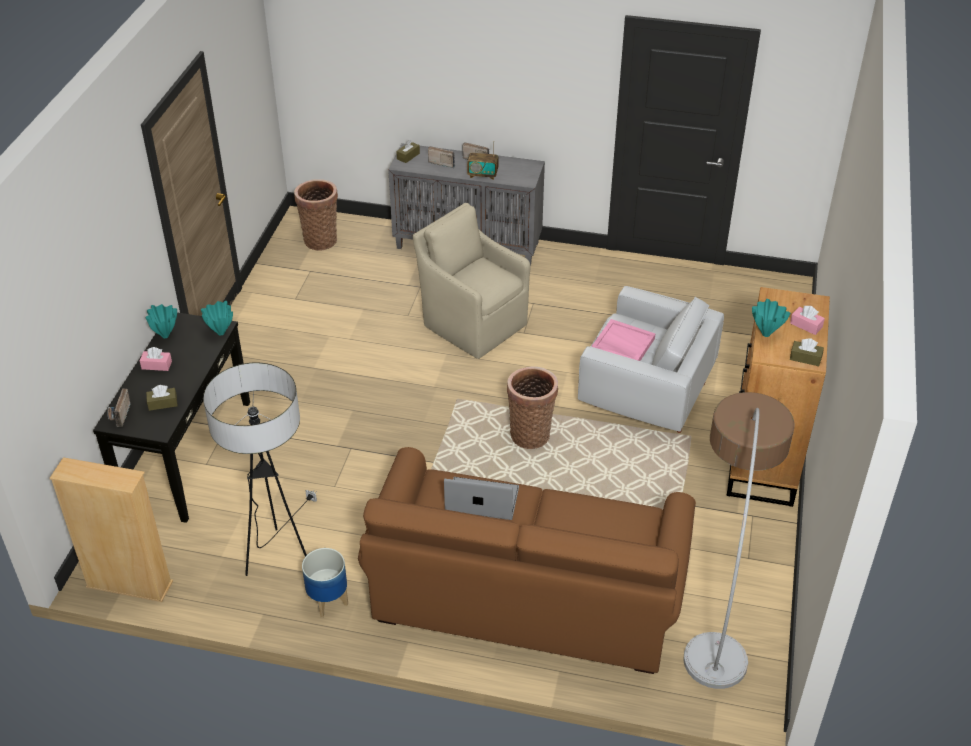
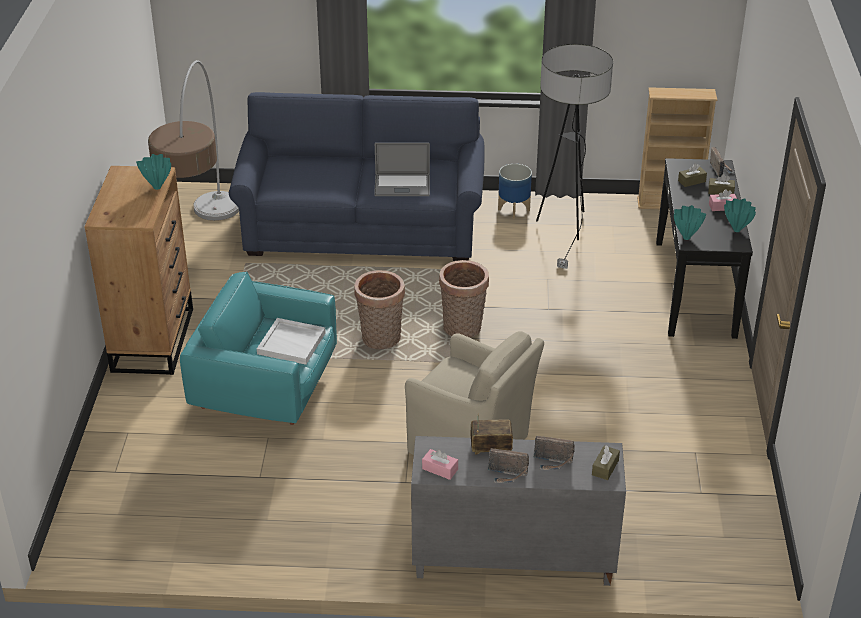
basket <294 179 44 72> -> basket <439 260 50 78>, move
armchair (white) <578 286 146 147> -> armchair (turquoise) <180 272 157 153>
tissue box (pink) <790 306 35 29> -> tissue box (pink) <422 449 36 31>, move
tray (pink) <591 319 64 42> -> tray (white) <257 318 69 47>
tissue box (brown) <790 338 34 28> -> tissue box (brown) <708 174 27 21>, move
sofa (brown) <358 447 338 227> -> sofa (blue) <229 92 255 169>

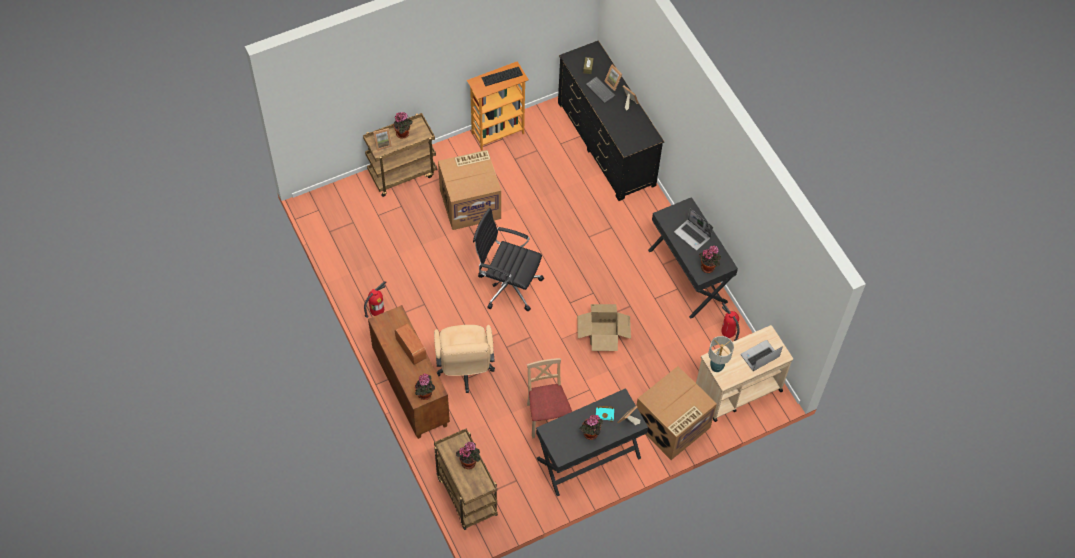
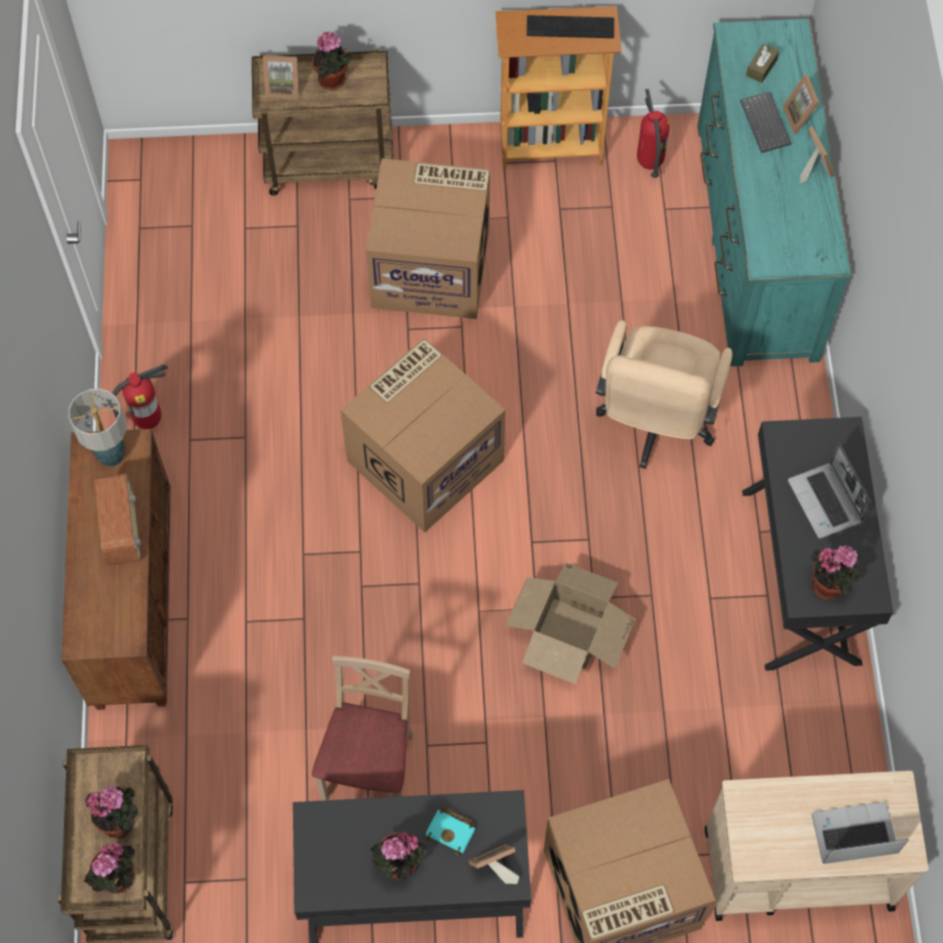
dresser (black) <558 40 106 161> -> dresser (turquoise) <697 19 155 347>
office chair (black) <473 208 71 103> -> cardboard box <340 338 166 194>
fire extinguisher <721 302 19 39> -> fire extinguisher <637 89 33 89>, move
office chair (beige) <434 325 61 68> -> office chair (beige) <596 320 137 149>, move
table lamp <708 336 26 36> -> table lamp <68 388 58 79>, move
potted plant <415 373 20 27> -> potted plant <84 843 51 51>, move

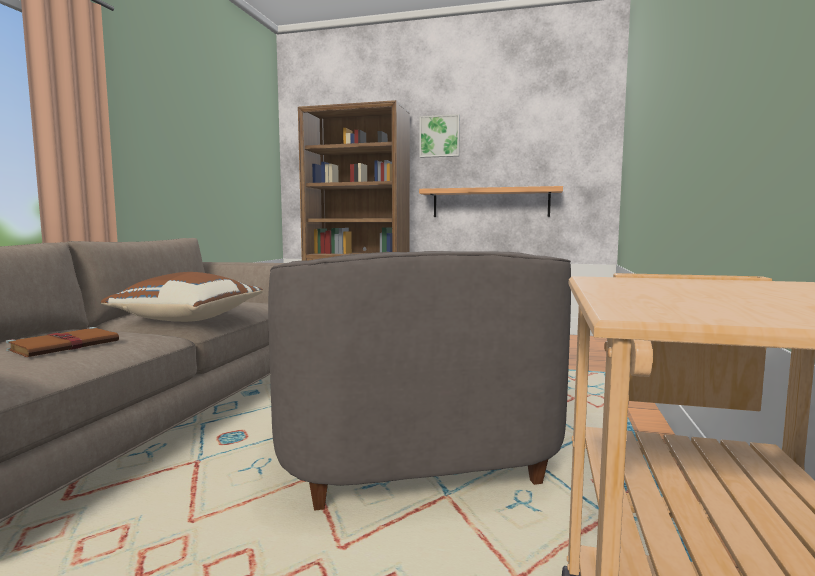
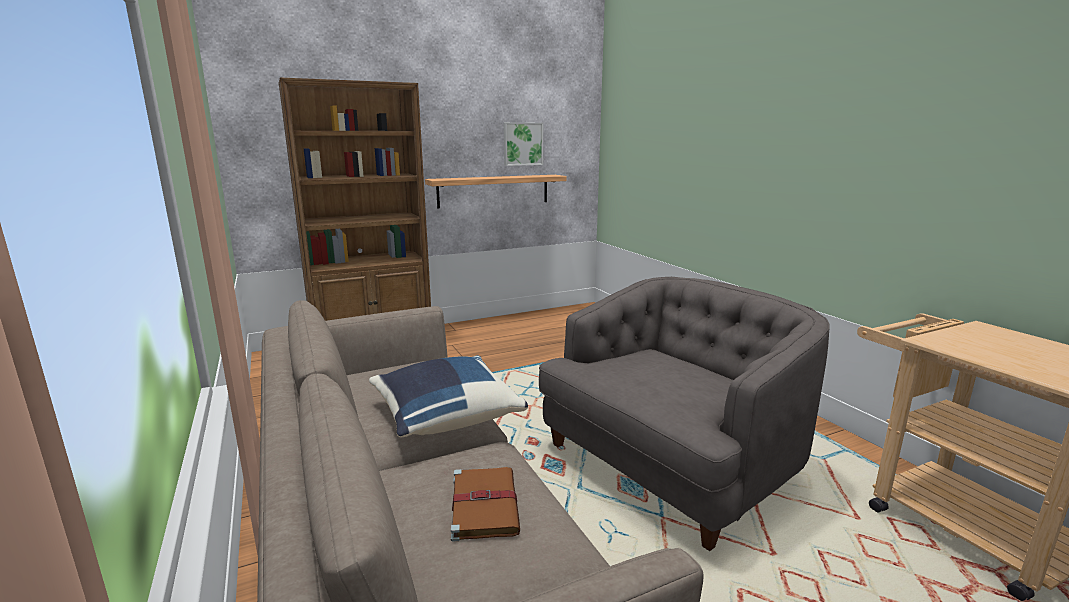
picture <419 114 41 44> -> picture <504 122 39 44>, move
armchair (grey) <268 251 303 260> -> armchair (grey) <539 277 291 274>, 75 degrees counterclockwise
pillow (brown) <101 272 162 50> -> pillow (blue) <369 355 159 82>

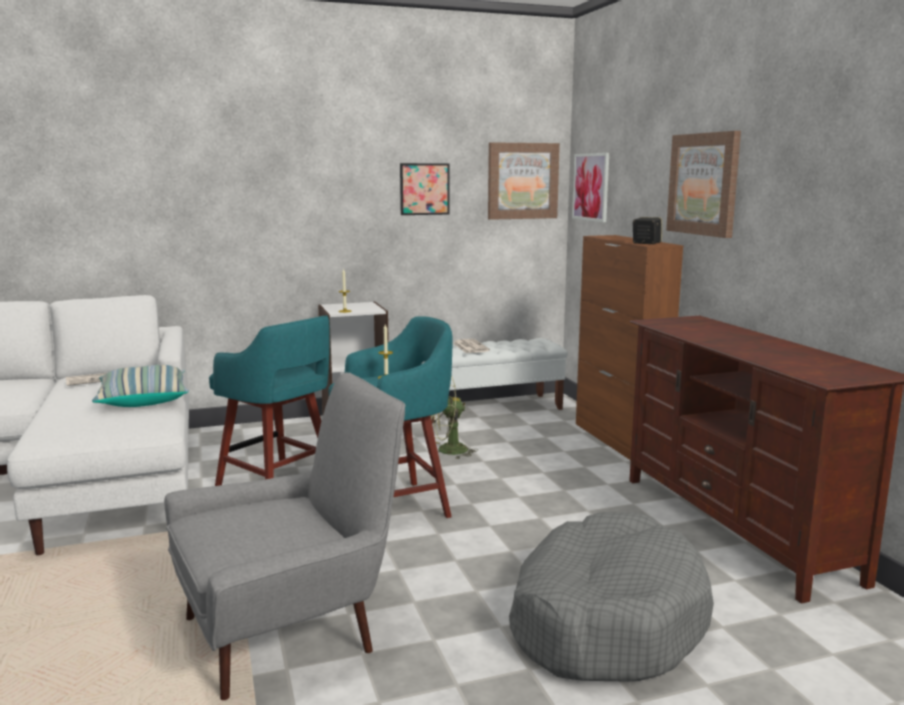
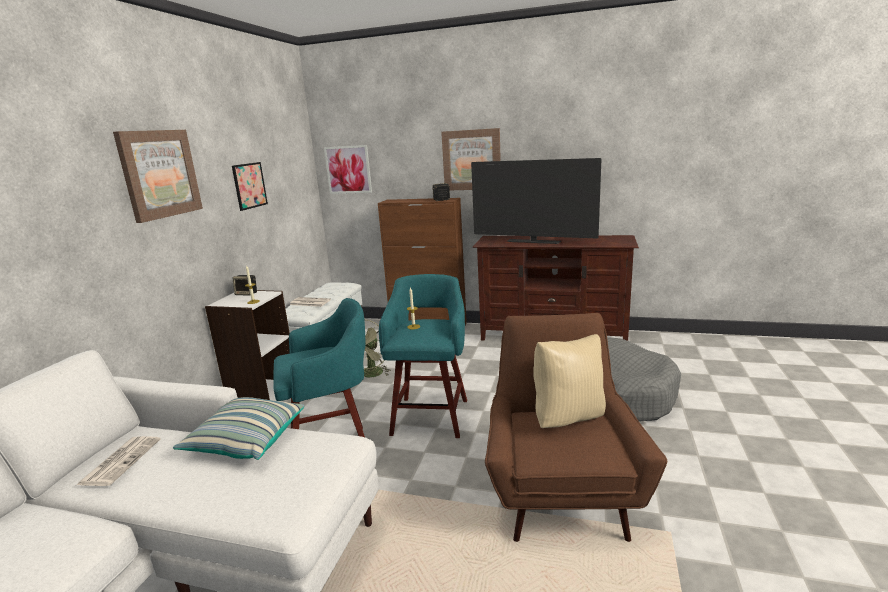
picture <488 142 72 78> -> picture <113 130 90 93>, move
armchair (grey) <164 372 242 328> -> armchair (brown) <485 313 182 229>
none -> television <471 158 130 86>
none -> speaker <233 275 24 21>
none -> pillow (beige) <533 334 73 94>

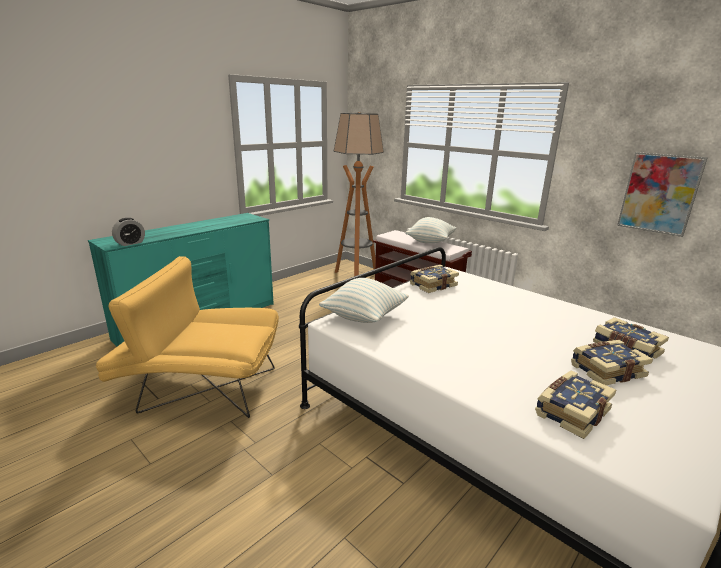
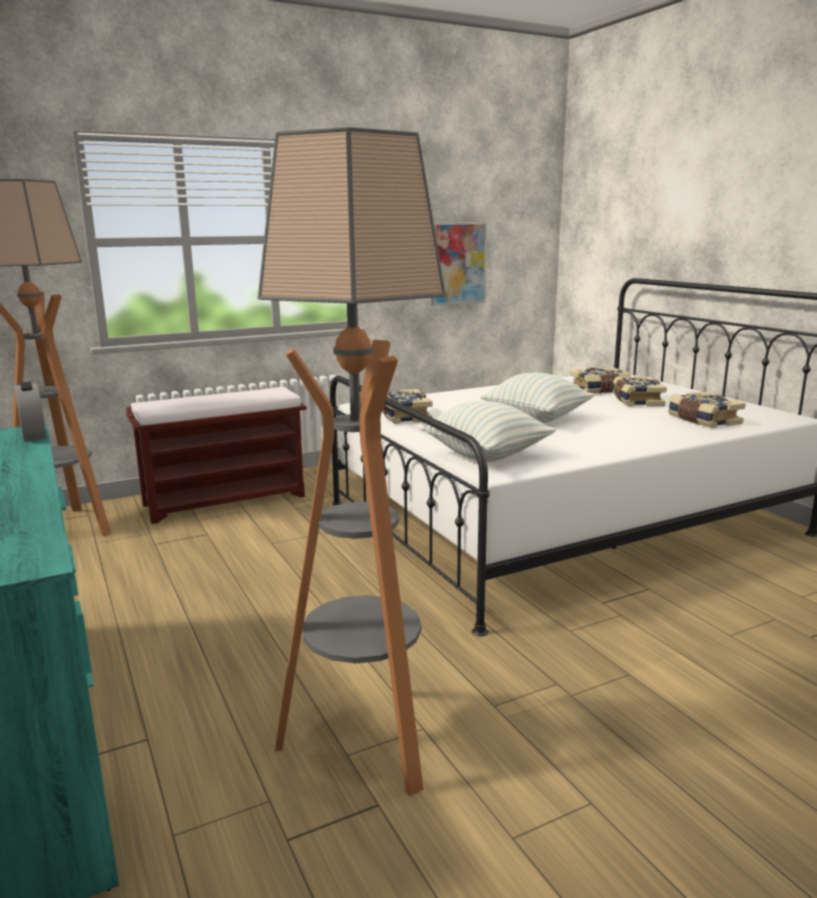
pillow <405 217 52 26> -> pillow <480 373 114 50>, move
alarm clock <112 218 33 28> -> alarm clock <14 382 33 59>, move
armchair (yellow) <96 256 183 162> -> floor lamp <257 127 189 669>

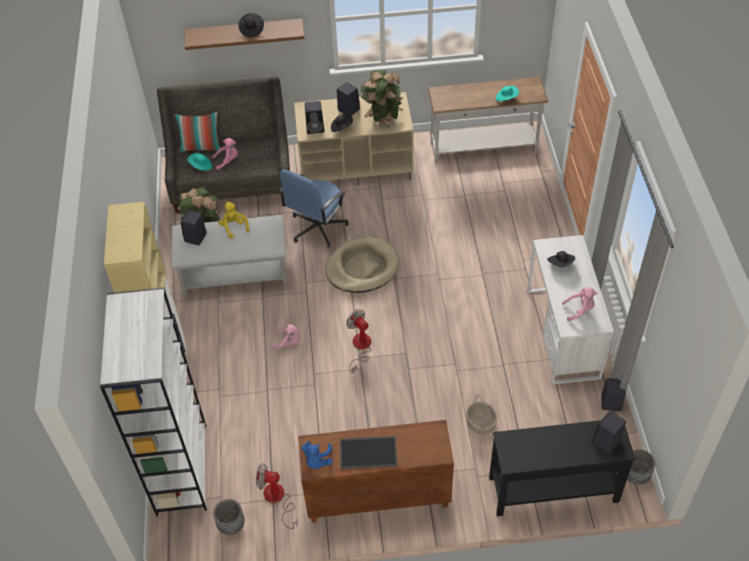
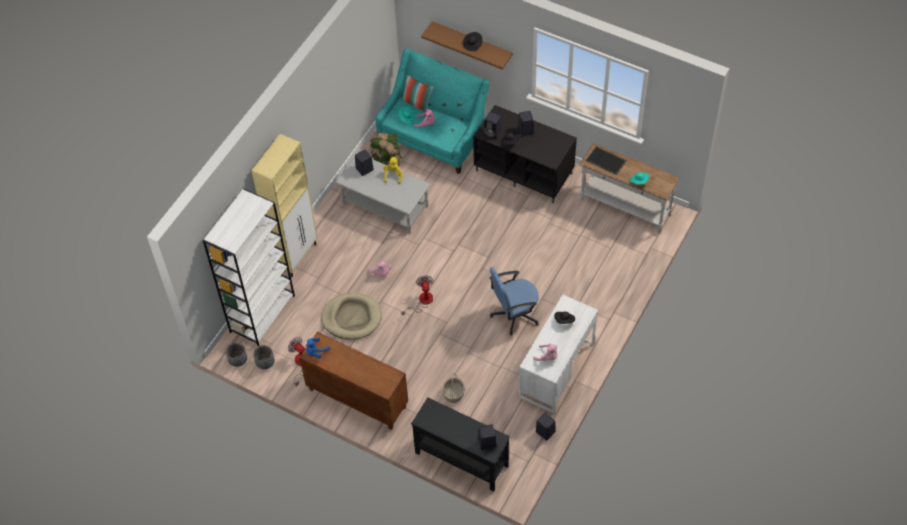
potted plant <361 70 42 58> -> none
sofa (grey) <157 76 133 137> -> sofa (turquoise) <376 48 114 126>
tv stand (beige) <294 92 119 93> -> tv stand (black) <473 105 104 98>
office chair (blue) <279 169 70 79> -> office chair (blue) <489 267 50 69>, move
dog bed (beige) <325 237 74 56> -> dog bed (beige) <321 293 61 47>, move
tray <340 436 58 33> -> tray <586 146 41 29>, move
planter (grey) <627 449 28 36> -> planter (grey) <226 342 21 25>, move

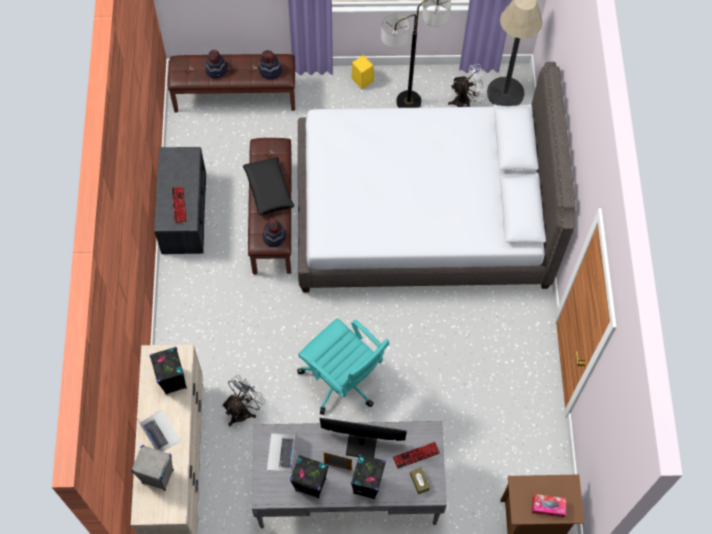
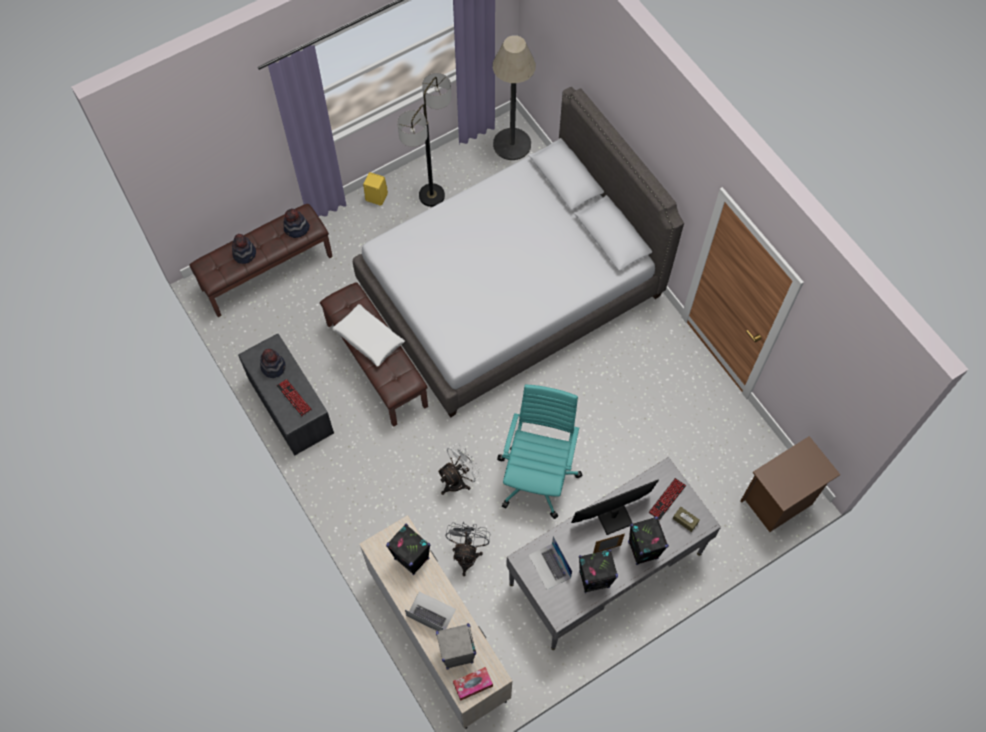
fan (white) <448 64 38 43> -> fan (white) <437 443 45 52>, move
pillow (black) <243 157 51 58> -> pillow (white) <332 304 73 63>
hat <263 219 23 28> -> hat <260 349 26 29>, move
office chair (turquoise) <297 319 92 96> -> office chair (turquoise) <497 384 86 135>, 90 degrees counterclockwise
tissue box <532 494 35 24> -> tissue box <453 667 40 34>, move

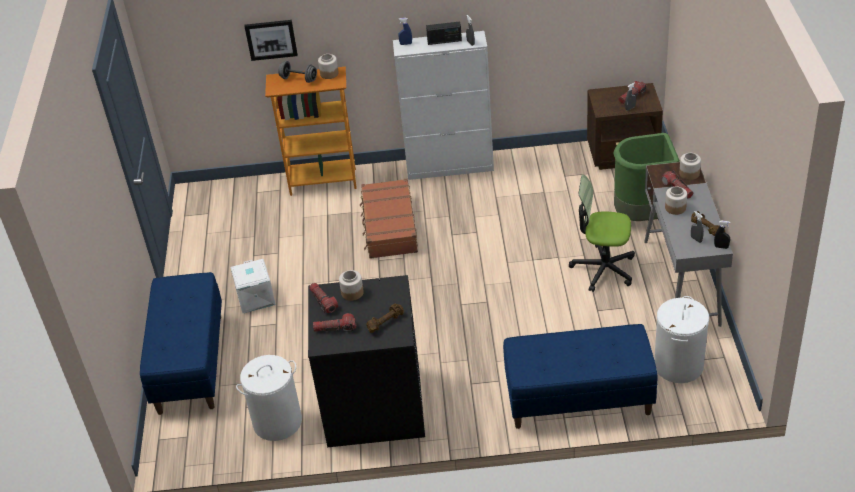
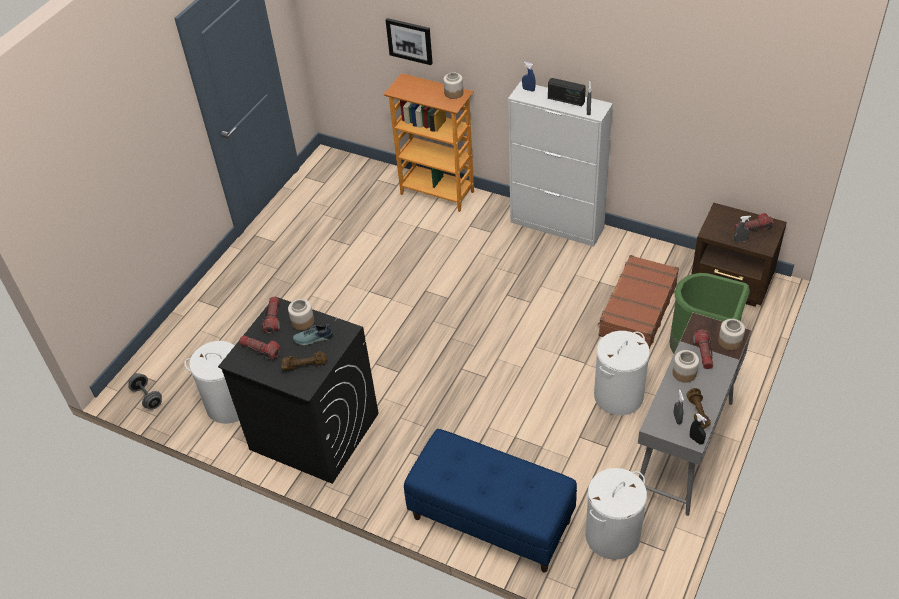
dumbbell (grey) <278 61 39 22> -> dumbbell (grey) <128 373 34 37>, move
office chair <569 175 66 117> -> laundry basket (white) <594 331 56 84>
suitcase (brown) <360 179 58 80> -> suitcase (brown) <597 255 82 94>, move
storage box (white) <230 259 46 54> -> none
bench (blue) <140 272 82 143> -> none
none -> shoe <293 324 40 21>

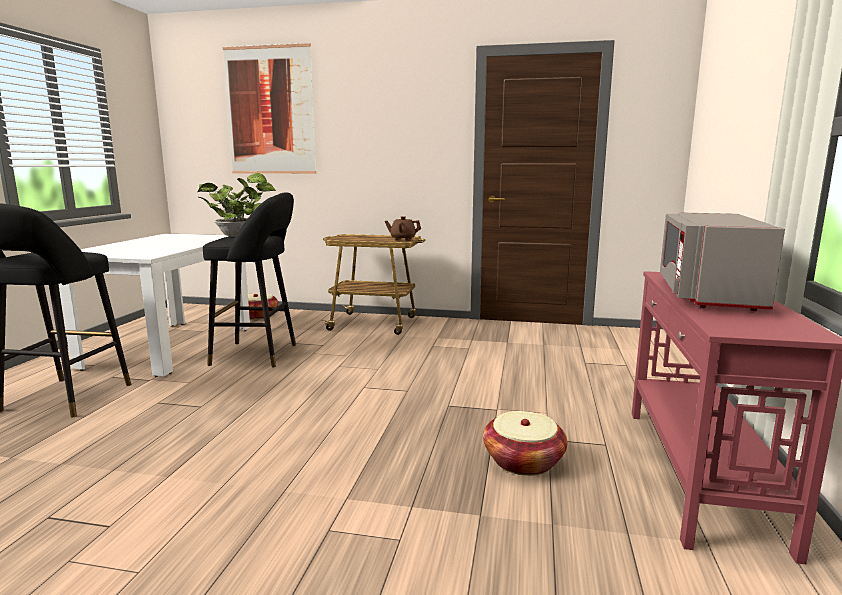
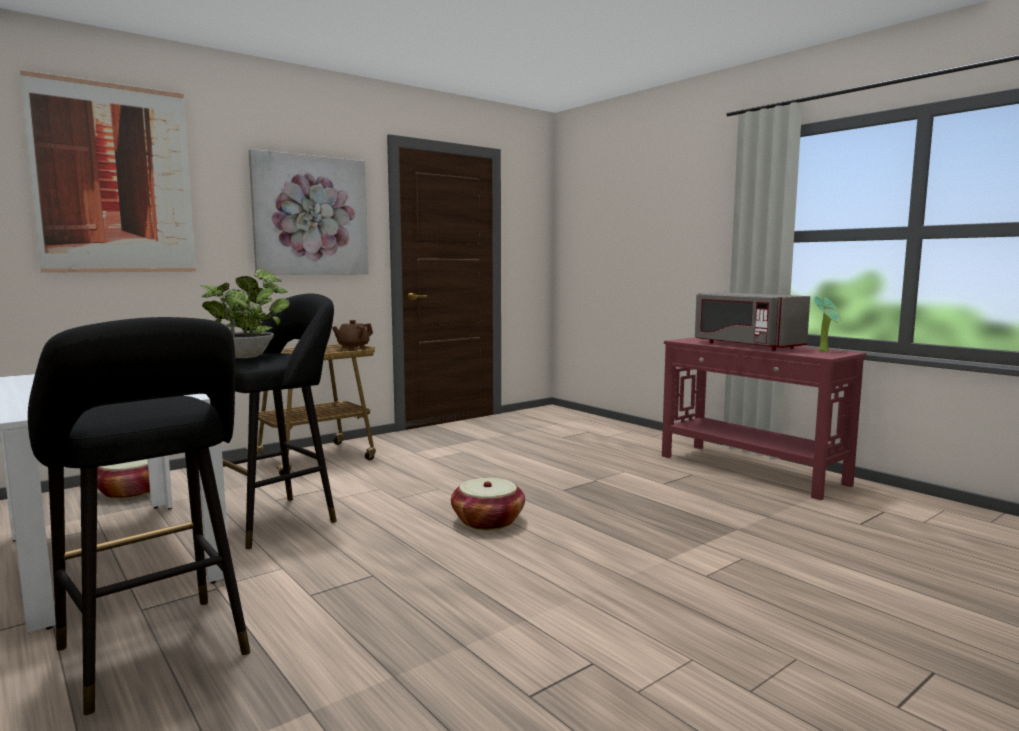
basket <483 411 84 65> -> basket <451 478 74 52>, move
none -> picture <249 149 119 126>
none -> potted plant <814 297 28 55>

